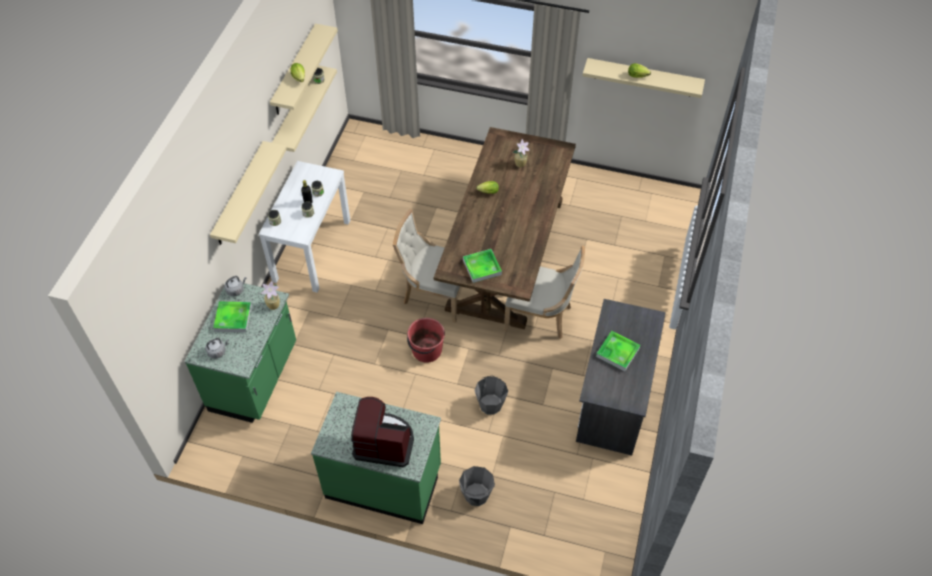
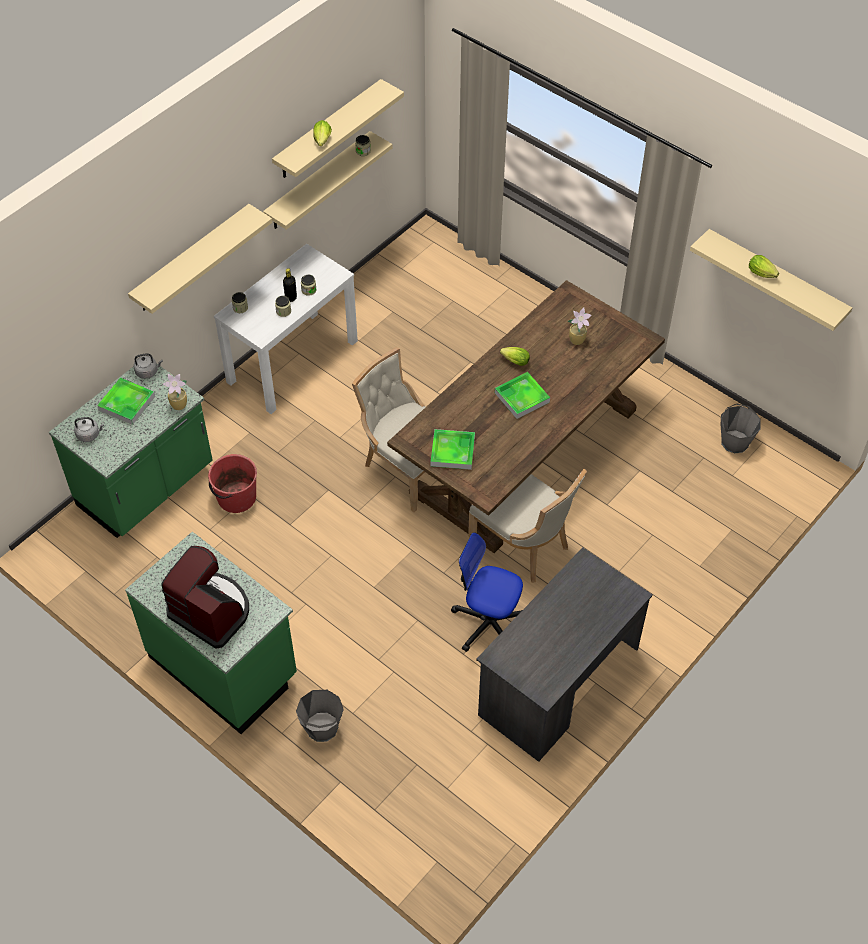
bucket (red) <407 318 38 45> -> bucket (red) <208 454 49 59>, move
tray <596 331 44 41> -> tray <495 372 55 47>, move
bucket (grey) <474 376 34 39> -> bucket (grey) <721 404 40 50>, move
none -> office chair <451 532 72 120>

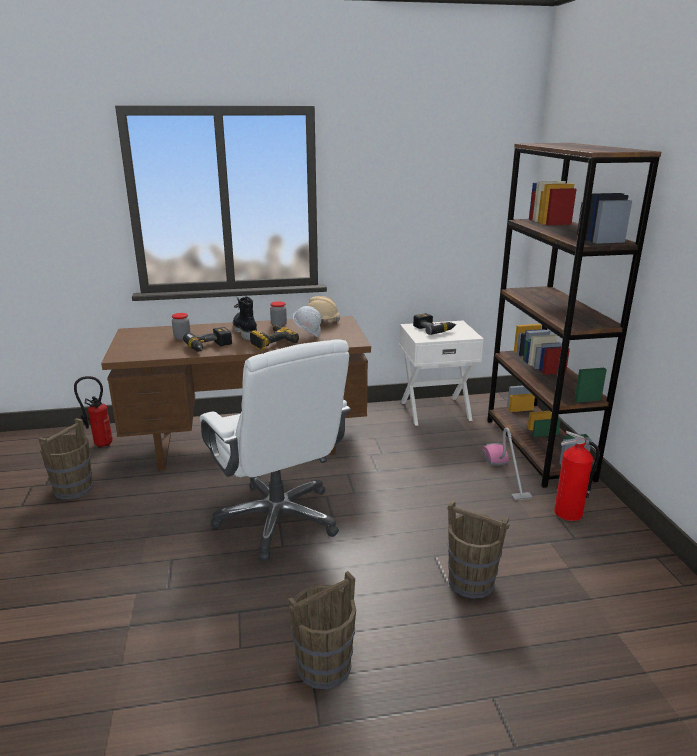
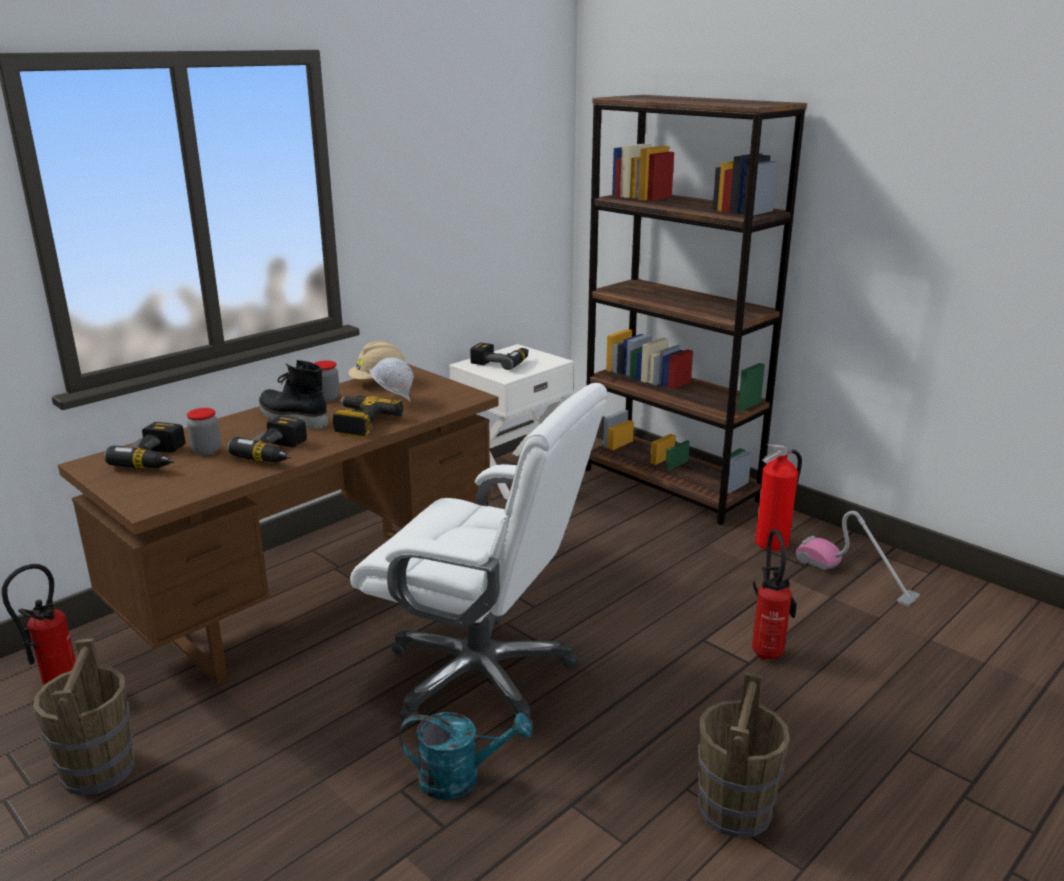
vacuum cleaner <482 428 50 72> -> vacuum cleaner <796 511 124 95>, move
bucket (brown) <447 500 62 99> -> fire extinguisher <752 529 45 131>
none -> power drill <104 422 81 47>
none -> watering can (turquoise) <399 712 133 88>

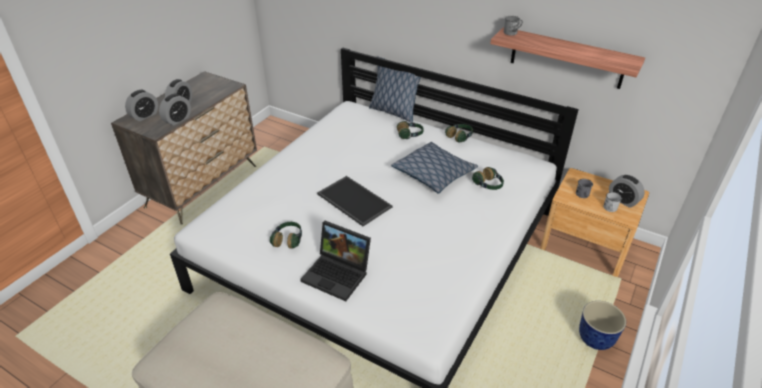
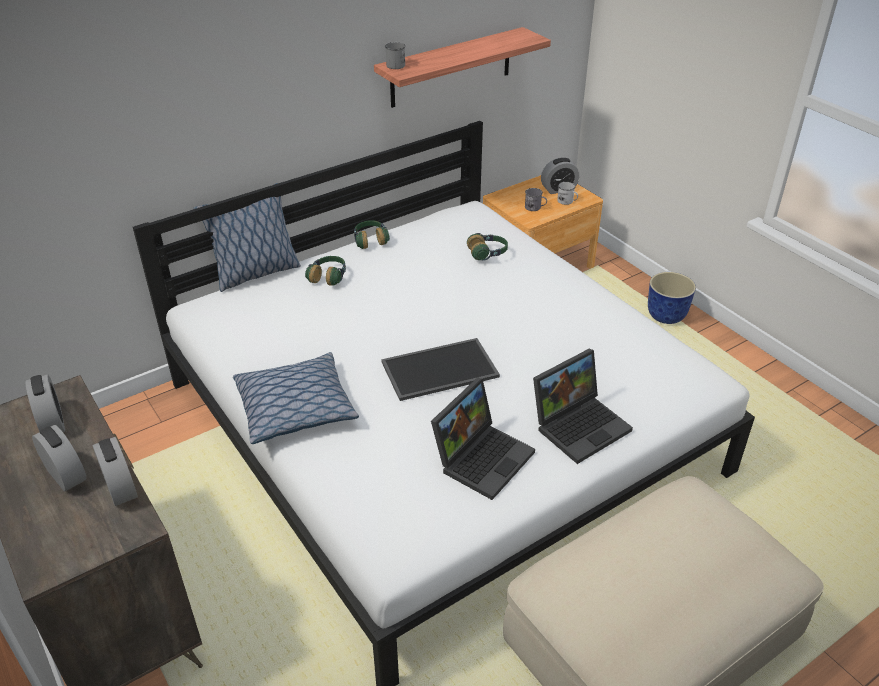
alarm clock <125 90 33 31> -> alarm clock <25 375 40 57>, move
pillow <391 142 87 51> -> pillow <233 352 126 92>, move
headphones <270 222 32 26> -> laptop <431 378 104 122>

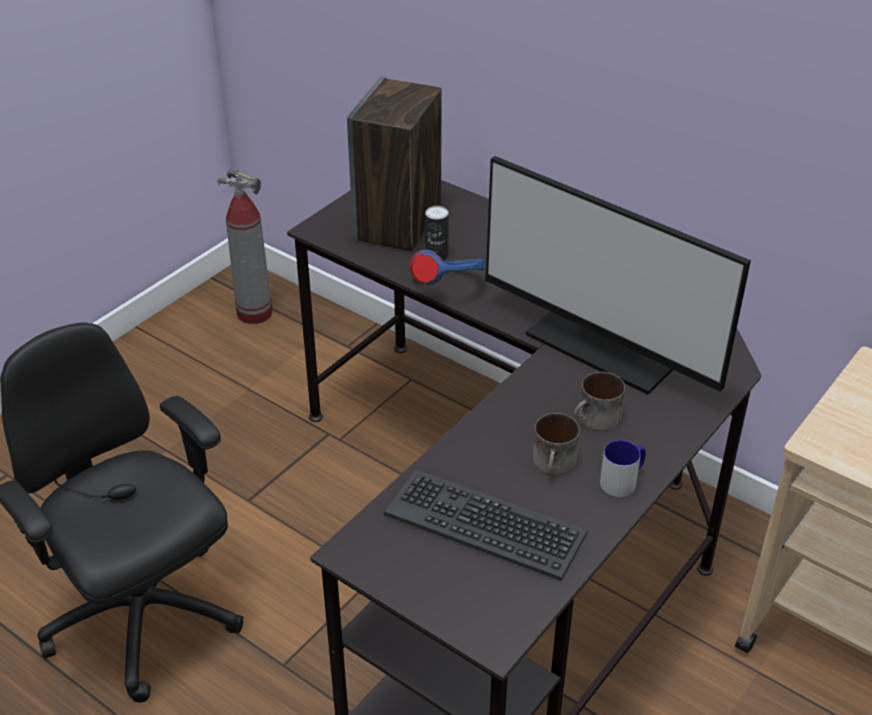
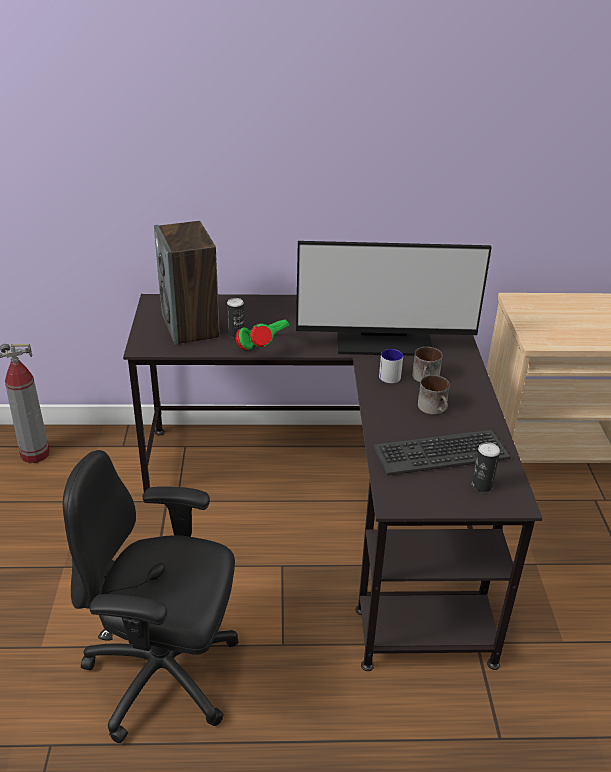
headphones (blue) <410 249 75 36> -> headphones (green) <235 320 54 30>
mug <600 440 46 57> -> mug <379 349 24 34>, move
none -> can <472 442 28 50>

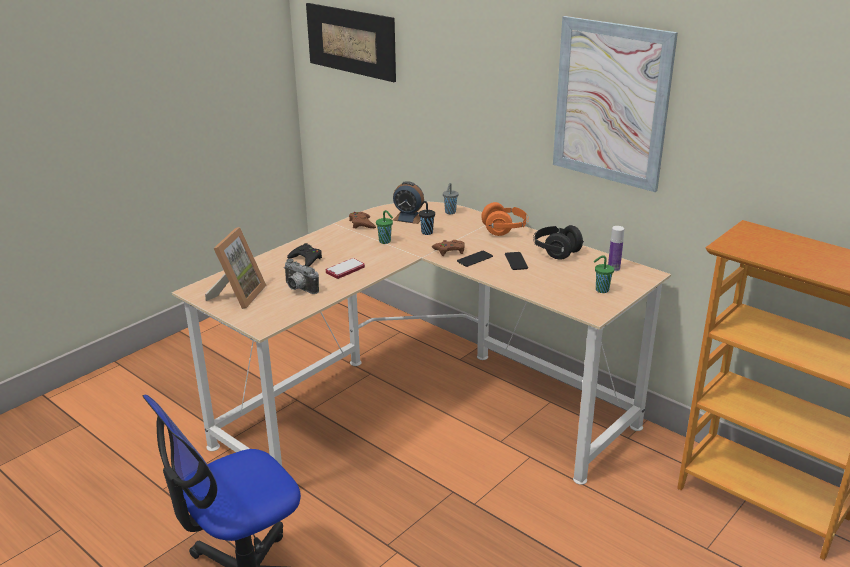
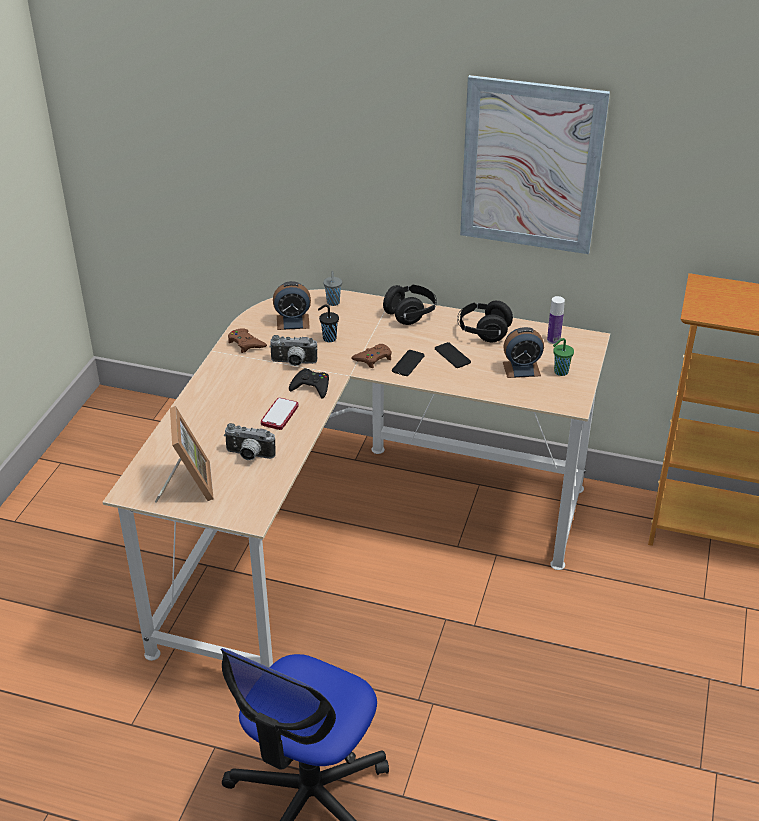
picture <306 3 90 79> -> none
headphones (orange) <481 202 48 34> -> headphones (black) <383 285 54 40>
cup (green) <376 210 17 34> -> photo camera <269 335 48 31>
game controller (black) <287 243 35 24> -> game controller (black) <289 368 40 31>, move
none -> alarm clock <503 327 41 51>

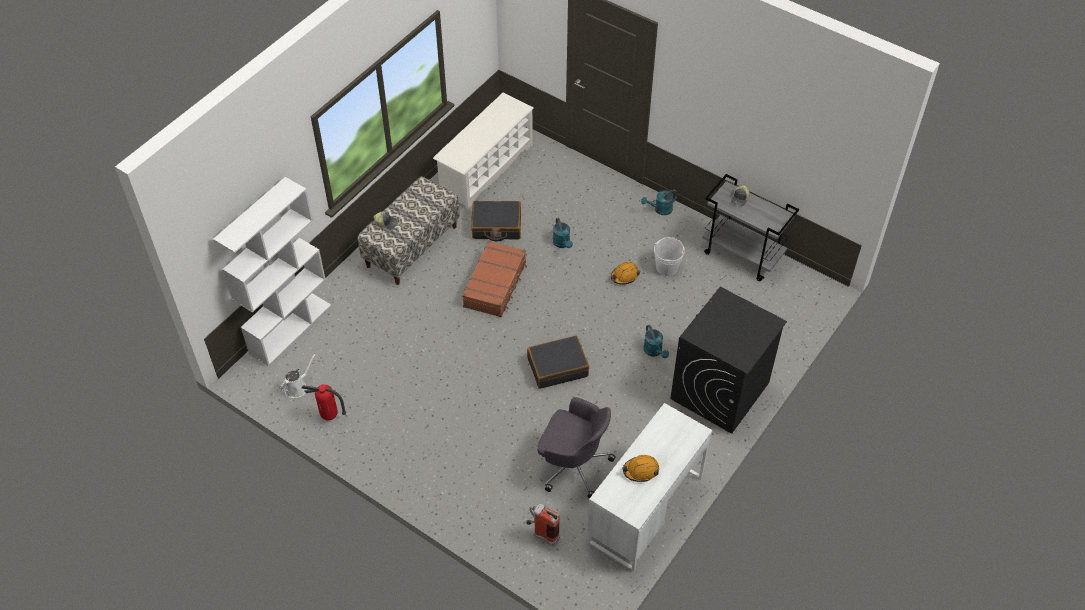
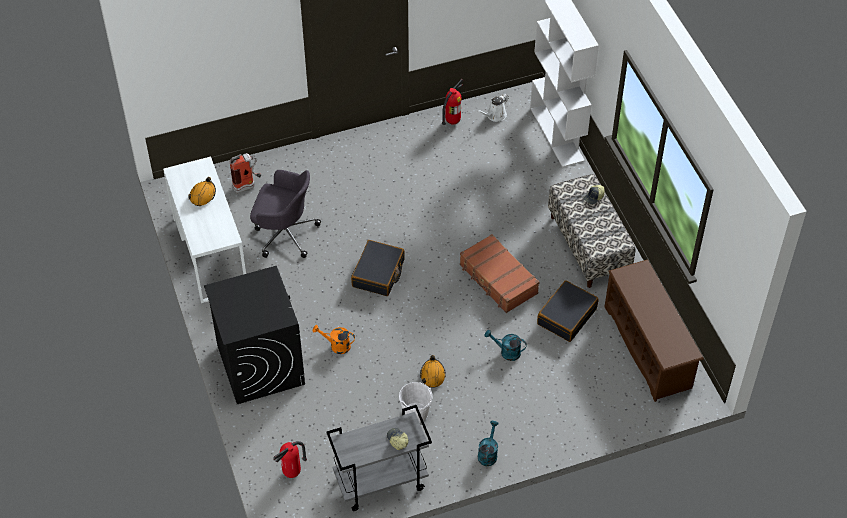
shoe rack (white) <433 93 101 116> -> shoe rack (brown) <604 259 100 143>
watering can (turquoise) <643 325 26 33> -> watering can (orange) <313 325 42 29>
watering can (white) <279 354 37 44> -> watering can (white) <477 94 32 28>, 60 degrees clockwise
office chair (grey) <537 397 78 101> -> office chair (grey) <250 170 71 88>, 135 degrees counterclockwise
none -> fire extinguisher <273 441 34 37>

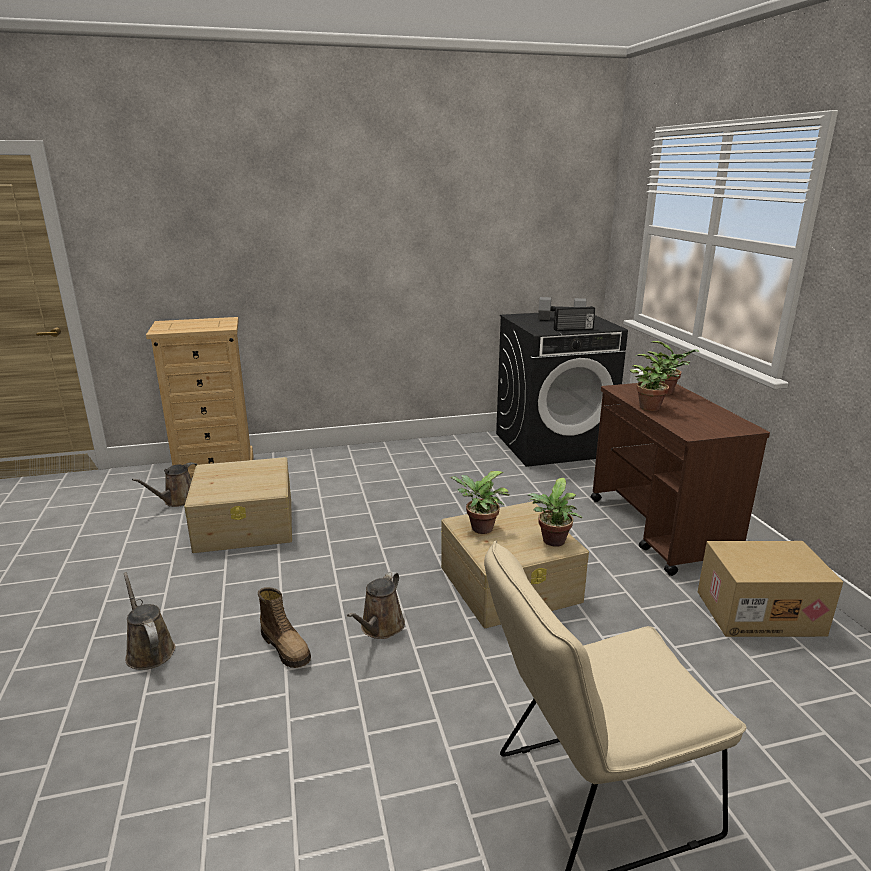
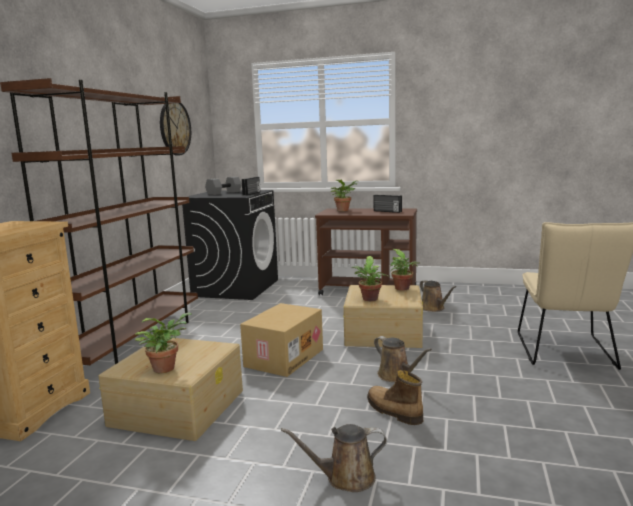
potted plant <630 354 59 57> -> potted plant <135 312 57 61>, move
watering can (brown) <132 462 66 45> -> watering can (brown) <420 280 36 32>, move
cardboard box <698 541 145 96> -> cardboard box <240 303 83 74>, move
boot <258 587 53 81> -> boot <367 370 56 55>, 120 degrees counterclockwise
none -> bookcase (brown) <0 78 198 287>
none -> wall clock <160 103 31 52>
none -> radio <374 195 28 18>

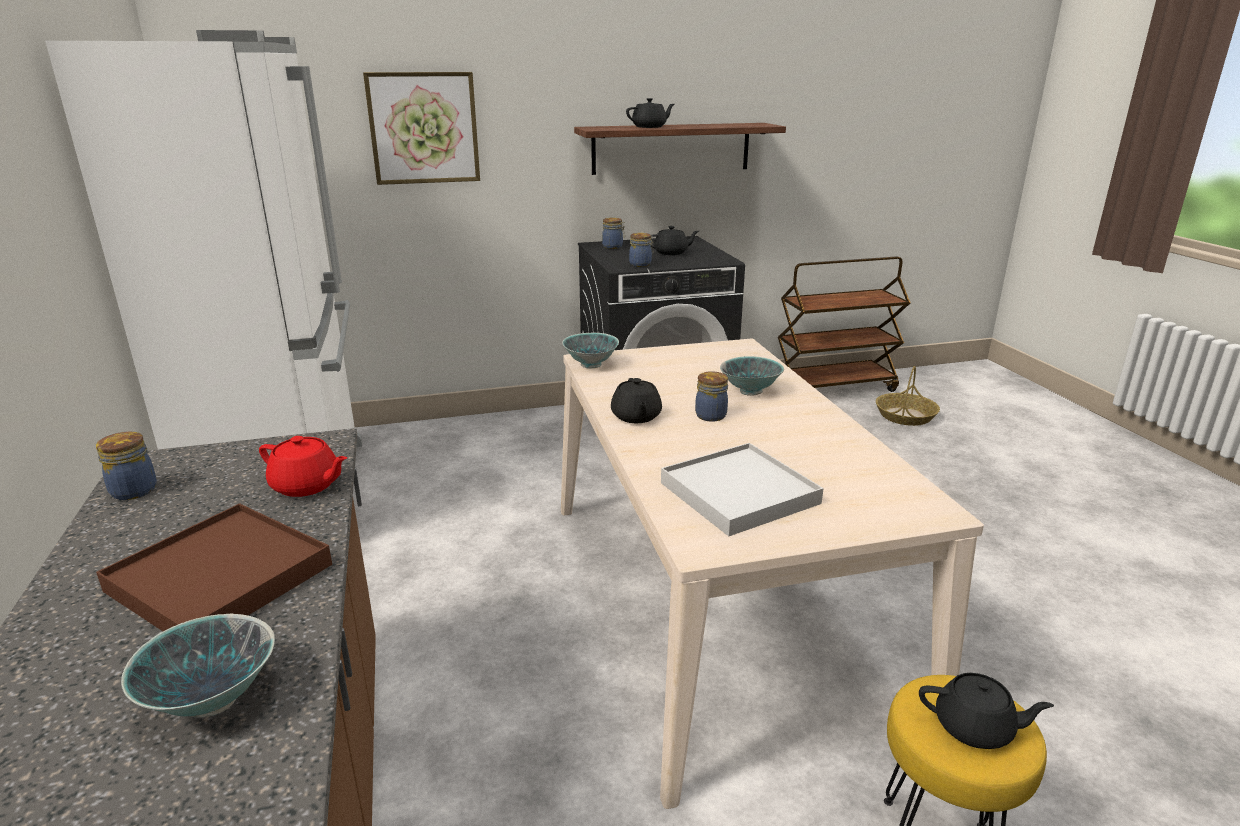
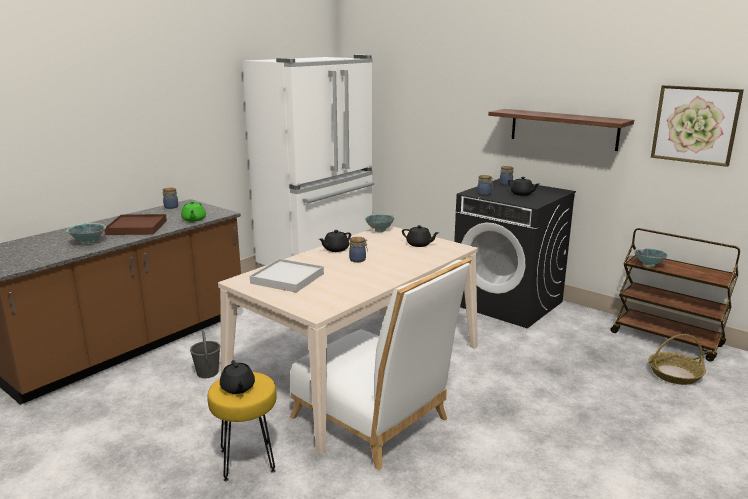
picture <363 72 117 113> -> picture <651 85 93 82>, move
teapot (black) <626 98 48 30> -> teapot (black) <402 225 37 22>, move
bowl <720 356 64 40> -> bowl <634 248 34 19>, move
teapot (red) <259 436 88 61> -> teapot (green) <181 201 25 21>
none -> chair (white) <290 258 181 212>
none -> bucket (grey) <190 331 30 47>

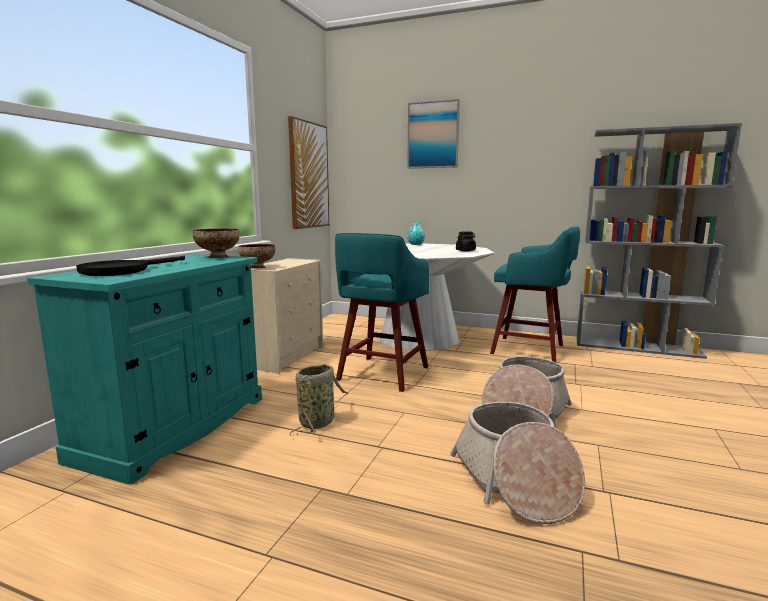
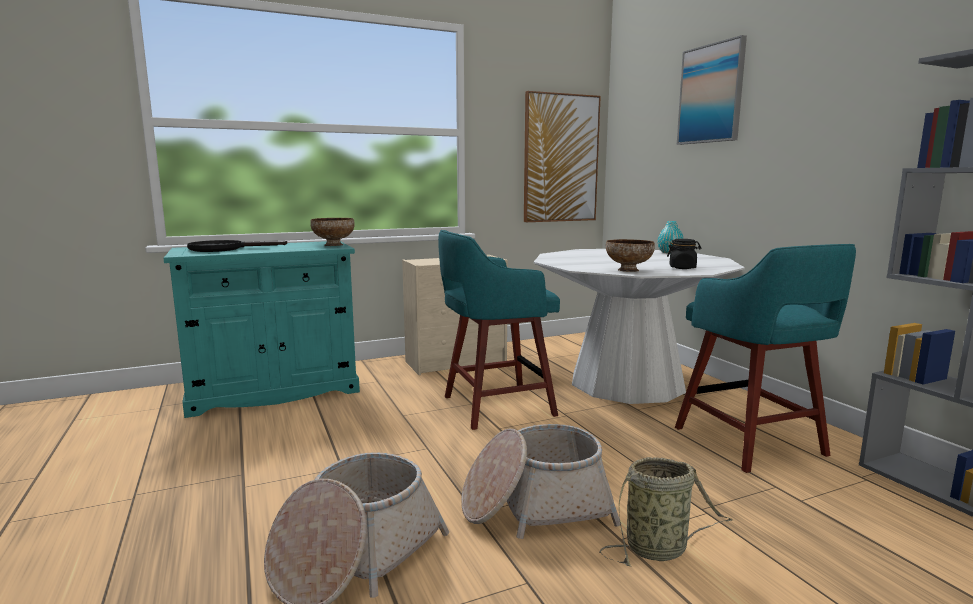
bowl <238 244 37 24> -> bowl <606 239 49 33>, move
basket <290 364 58 72> -> basket <600 457 133 109>, move

